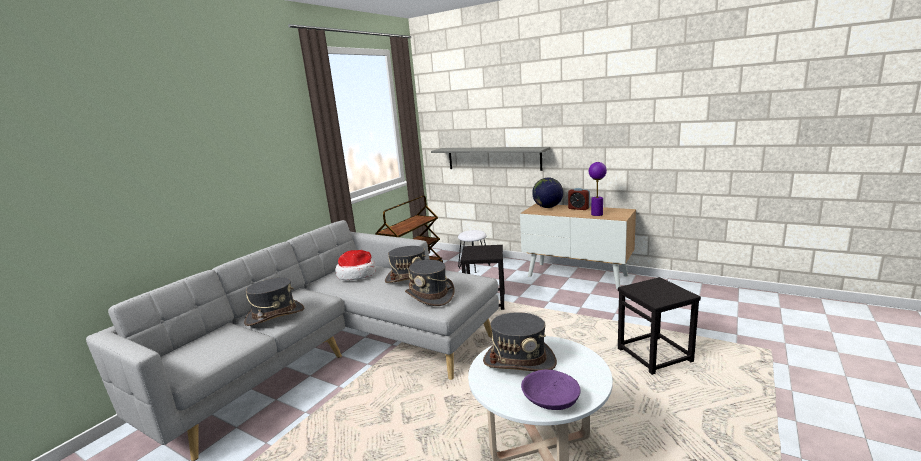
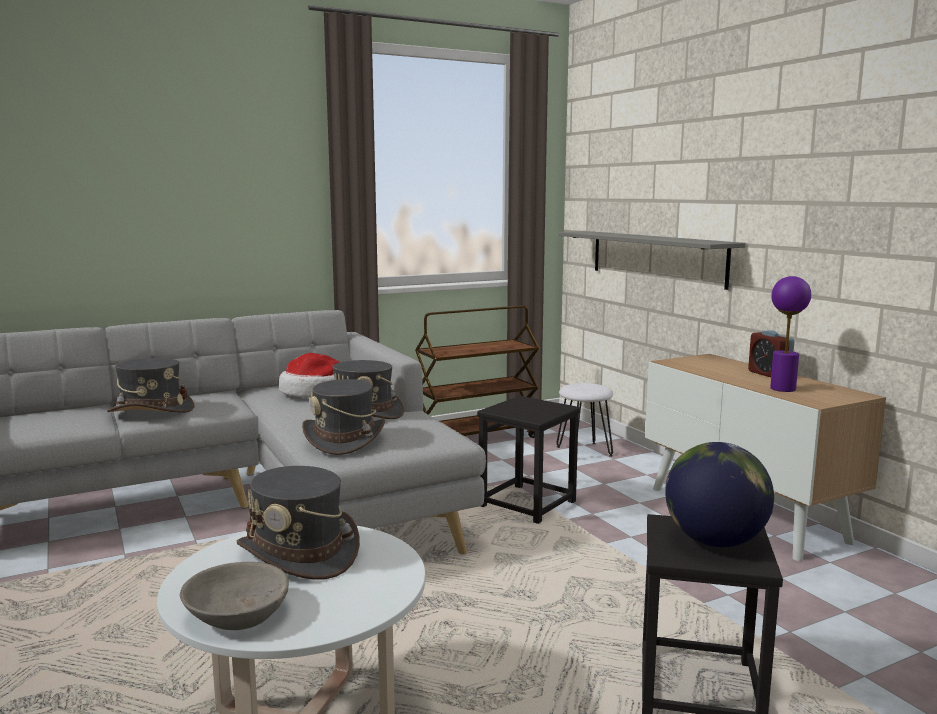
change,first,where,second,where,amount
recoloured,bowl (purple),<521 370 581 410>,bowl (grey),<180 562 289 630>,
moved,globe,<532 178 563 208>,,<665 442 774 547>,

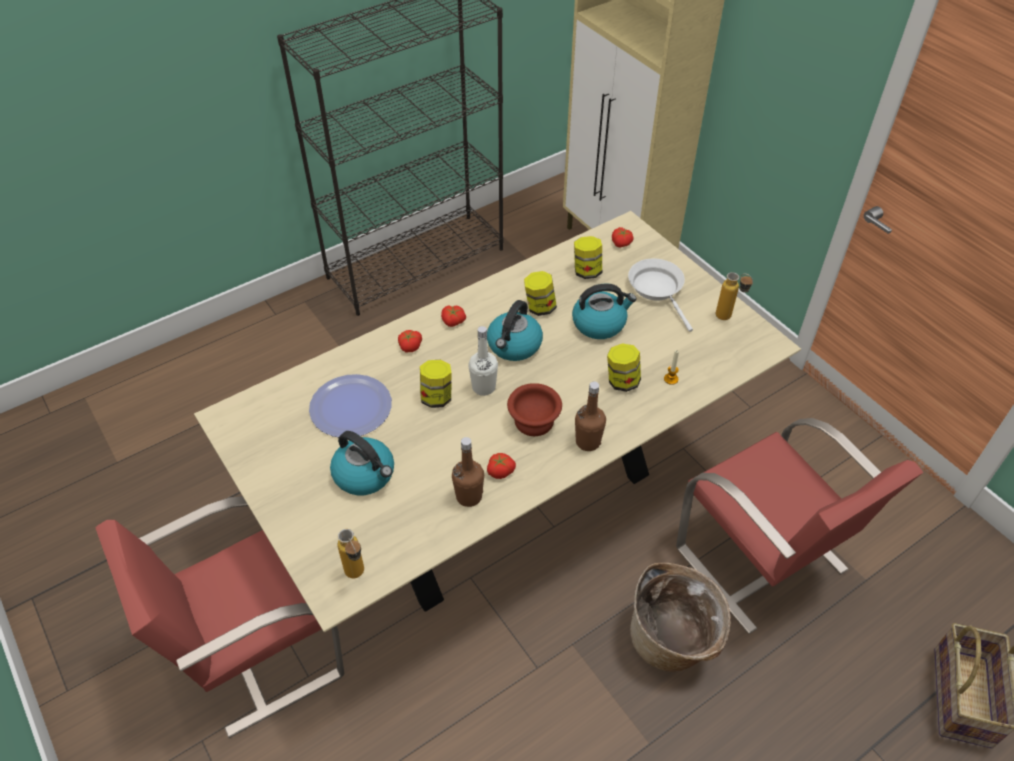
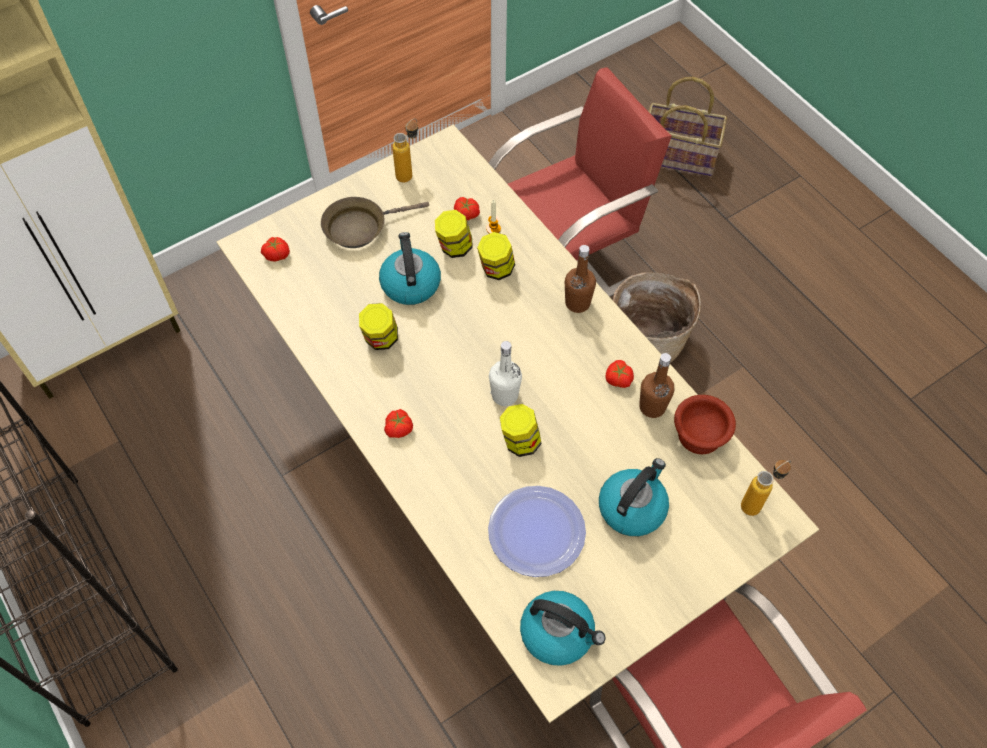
change,first,where,second,where,amount
recoloured,frying pan (white),<628 258 693 332>,frying pan (brown),<321 197 429 248>,
moved,jar,<574 236 602 279>,,<435 210 473 258>,
moved,tomato,<398 330 422 352>,,<454 197 480 220>,
moved,kettle,<487 300 543 361>,,<520 591 605 666>,
moved,bowl (brown),<507 383 562 436>,,<674 395 736 454>,

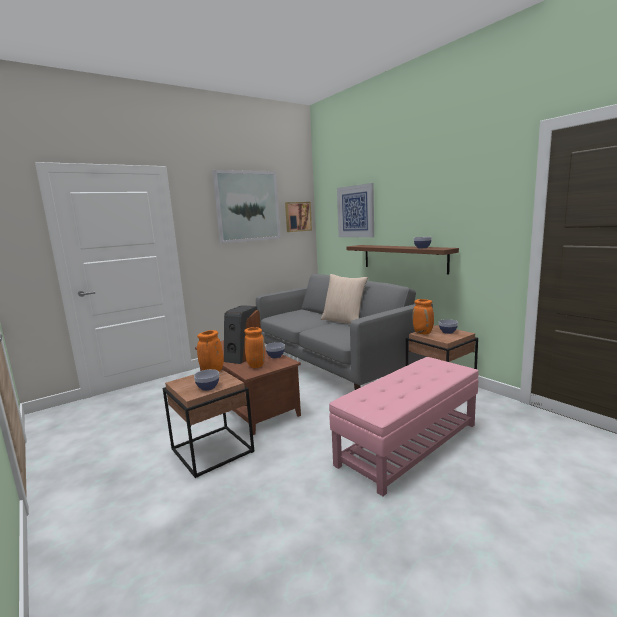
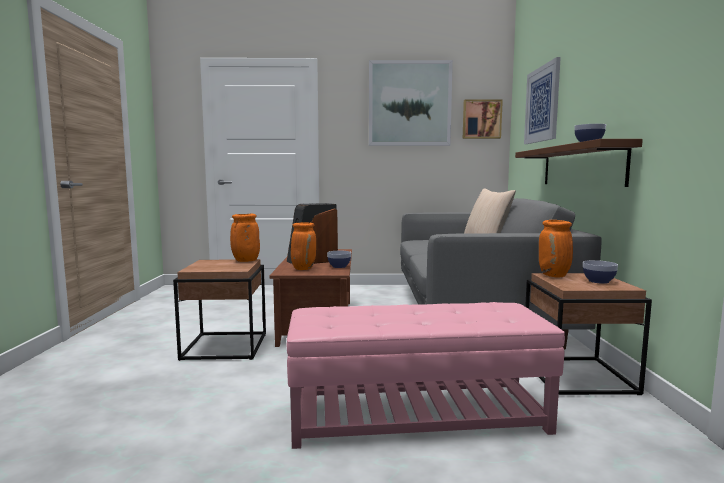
change,first,where,second,where,amount
removed,bowl,<194 369 219 391>,,,

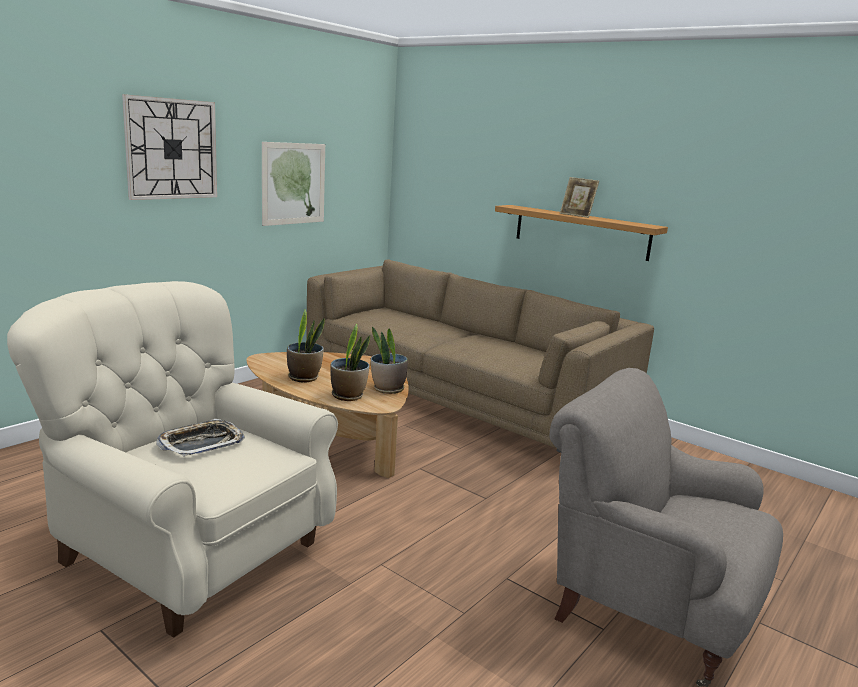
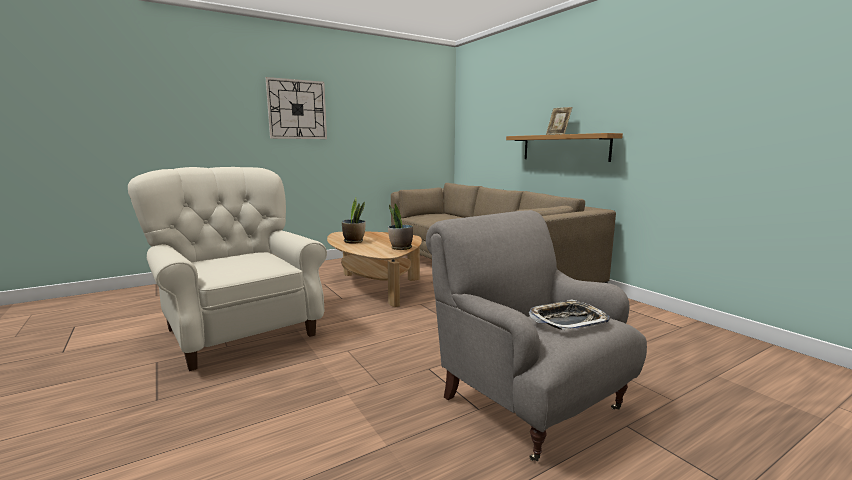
change,first,where,second,where,amount
moved,tray,<156 419 245 457>,,<529 299 610 331>,
removed,picture,<262 142 325 226>,,,
removed,potted plant,<330 324 370 401>,,,

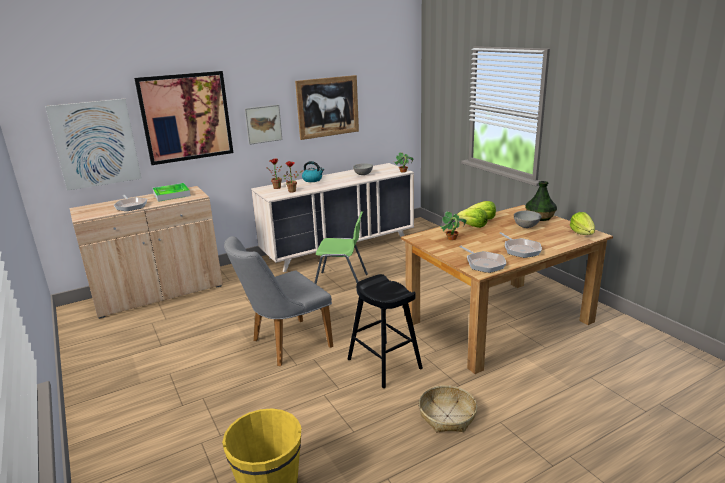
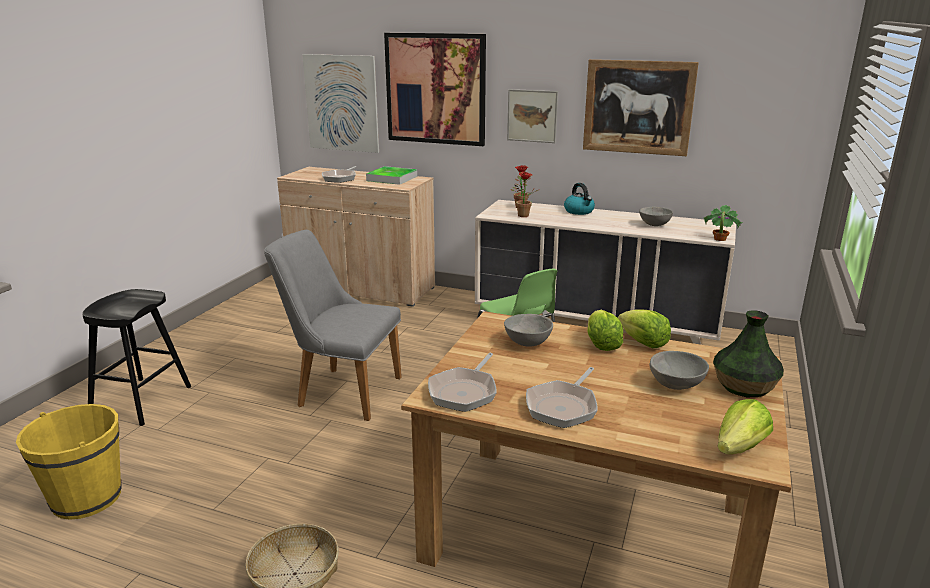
change,first,where,second,where,amount
moved,stool (black),<348 274 423 388>,,<82 289 191 426>,
replaced,potted plant,<439 211 467 240>,bowl (grey),<504 314 553 347>,

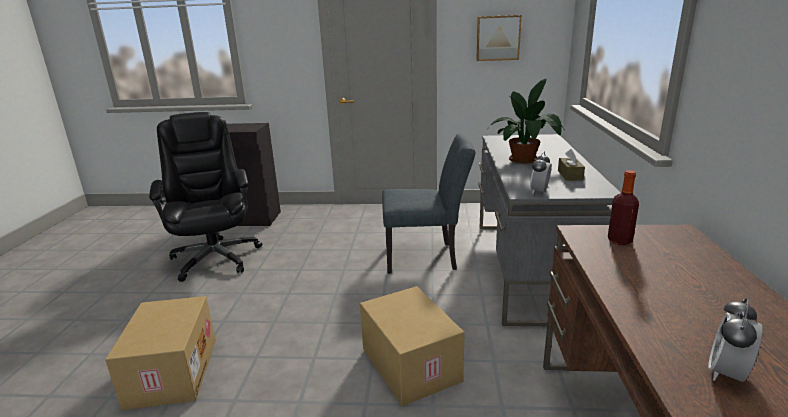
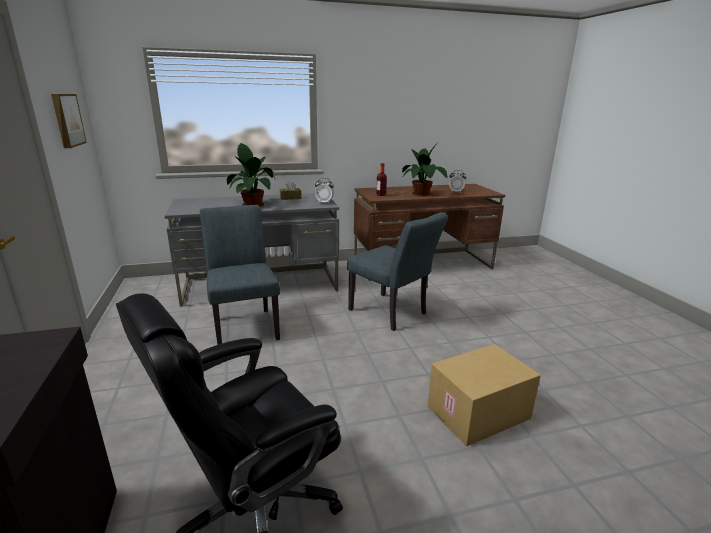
change,first,where,second,where,amount
replaced,cardboard box,<360 286 465 406>,chair (grey),<347 212 448 331>,
added,,,potted plant,<402 141 448 196>,

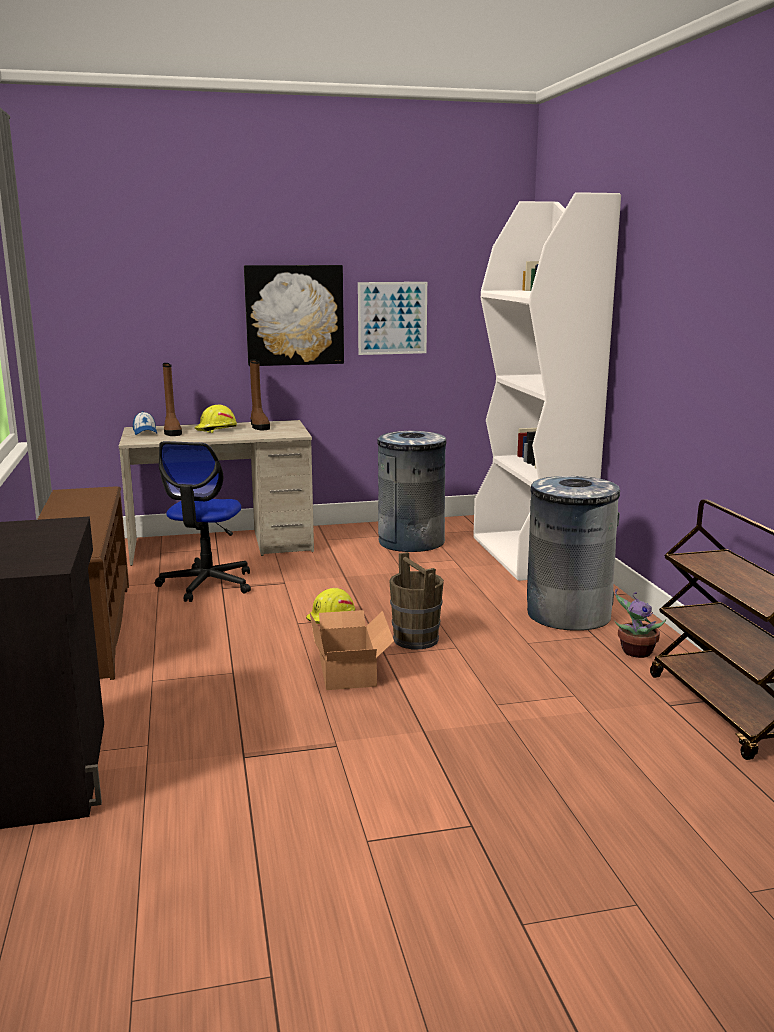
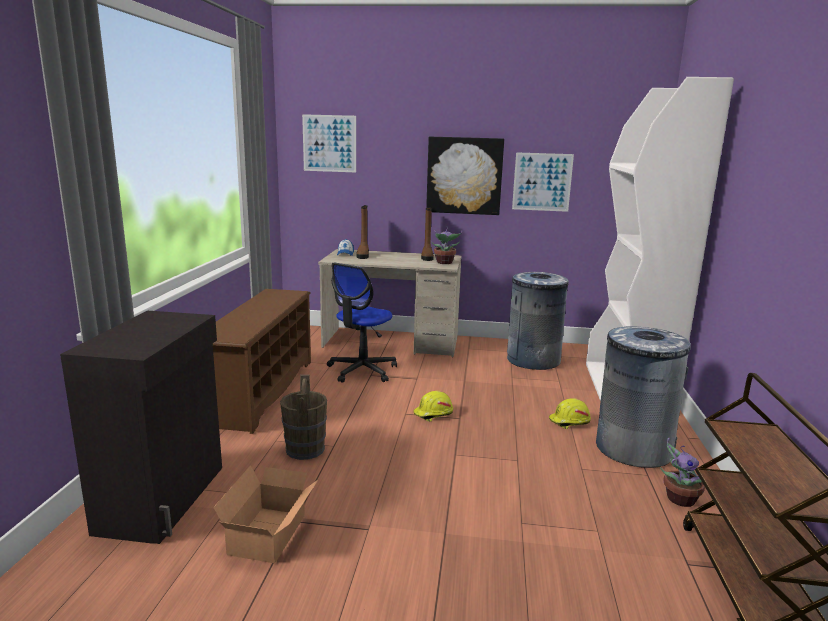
change,first,where,second,where,amount
moved,cardboard box,<309 610 394 690>,,<213 465 319 563>,
moved,bucket (brown),<389 552 444 649>,,<280 375 327 460>,
added,,,picture,<302 114 356 172>,
added,,,potted plant,<432 226 463 264>,
moved,hard hat (yellow),<194 405 237 433>,,<549 399 591 429>,

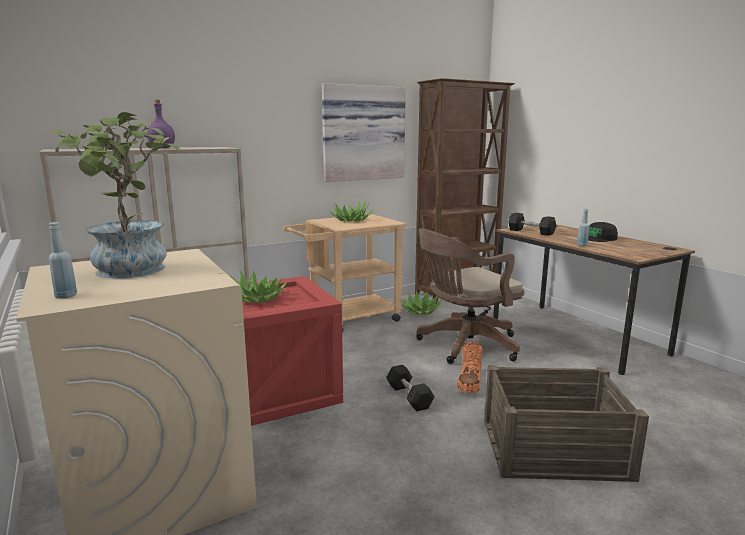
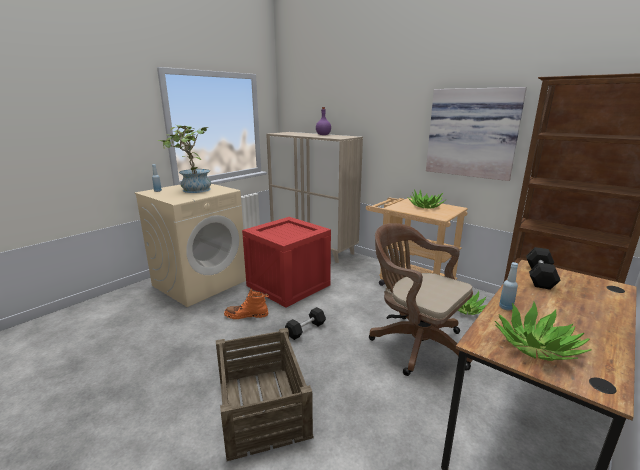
change,first,where,second,where,amount
moved,boot (orange),<457 341 484 393>,,<224 288 269 319>,
moved,potted plant,<231 270 288 303>,,<495 302 592 361>,
removed,cap (black),<588 222 618 242>,,,

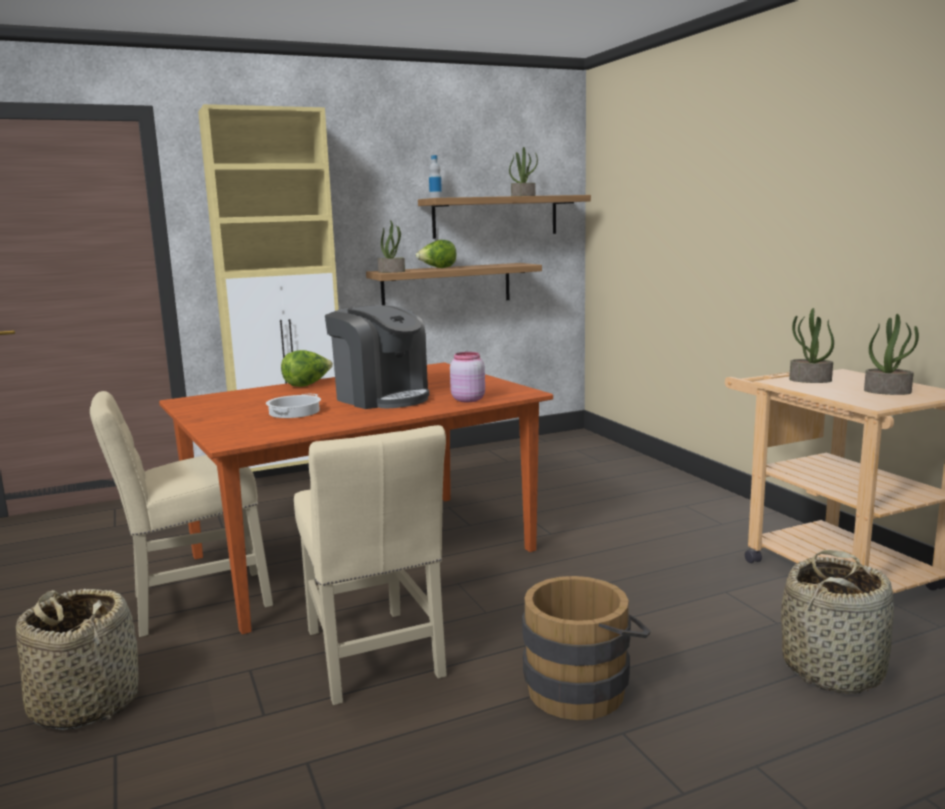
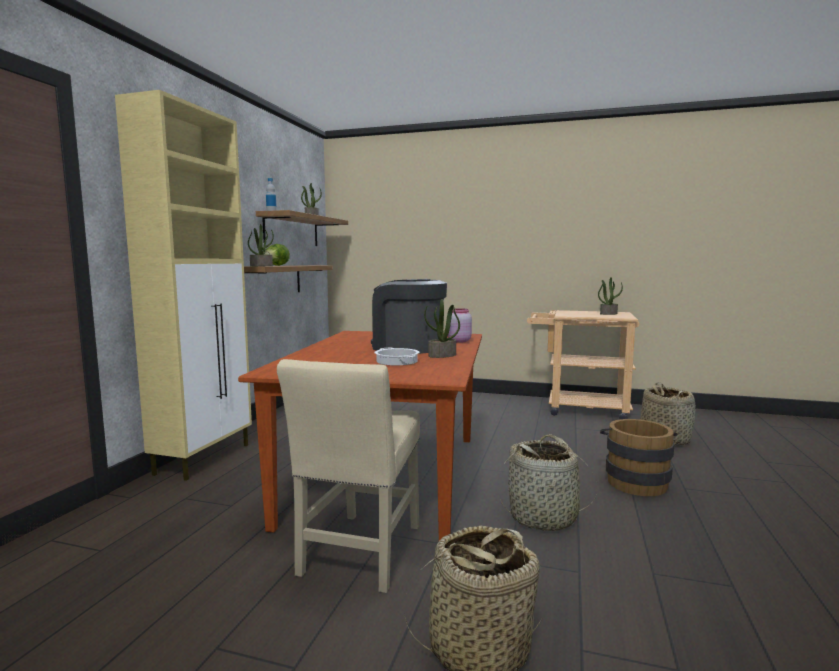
change,first,where,second,where,amount
turned,coffee machine,<325 305 429 409>,,<371 279 447 354>,135 degrees counterclockwise
moved,potted plant,<789 308 834 383>,,<424 299 460 358>,
replaced,chair (beige),<294 425 447 705>,basket,<500 434 597 531>,
removed,lettuce,<281 350 333 387>,,,

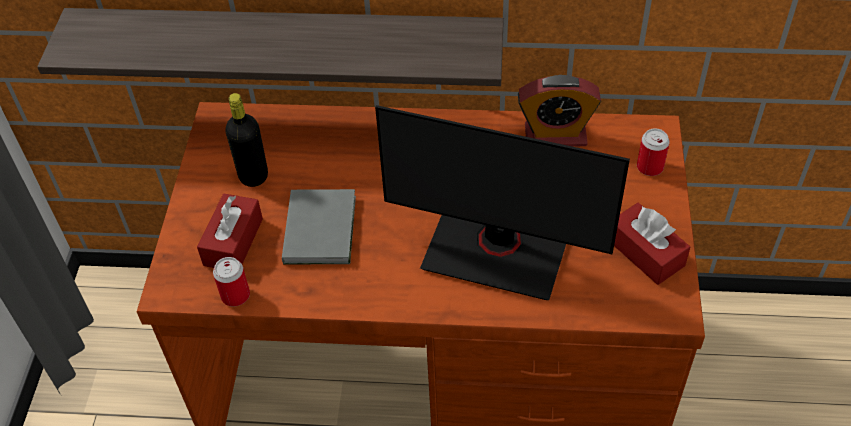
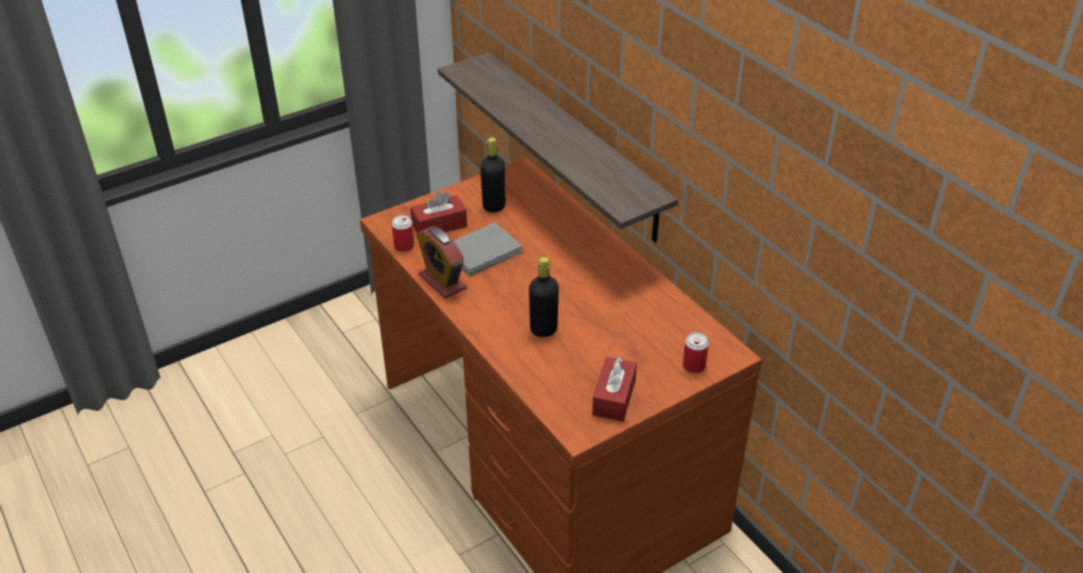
change,first,where,second,where,amount
moved,alarm clock,<518 75 601 147>,,<416 226 467 299>,
replaced,monitor,<375 105 630 300>,bottle (black),<529 257 559 337>,

